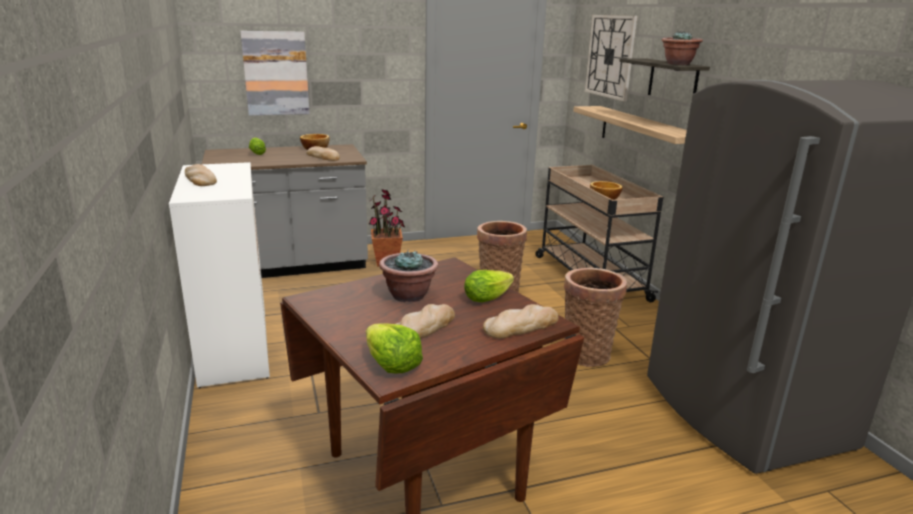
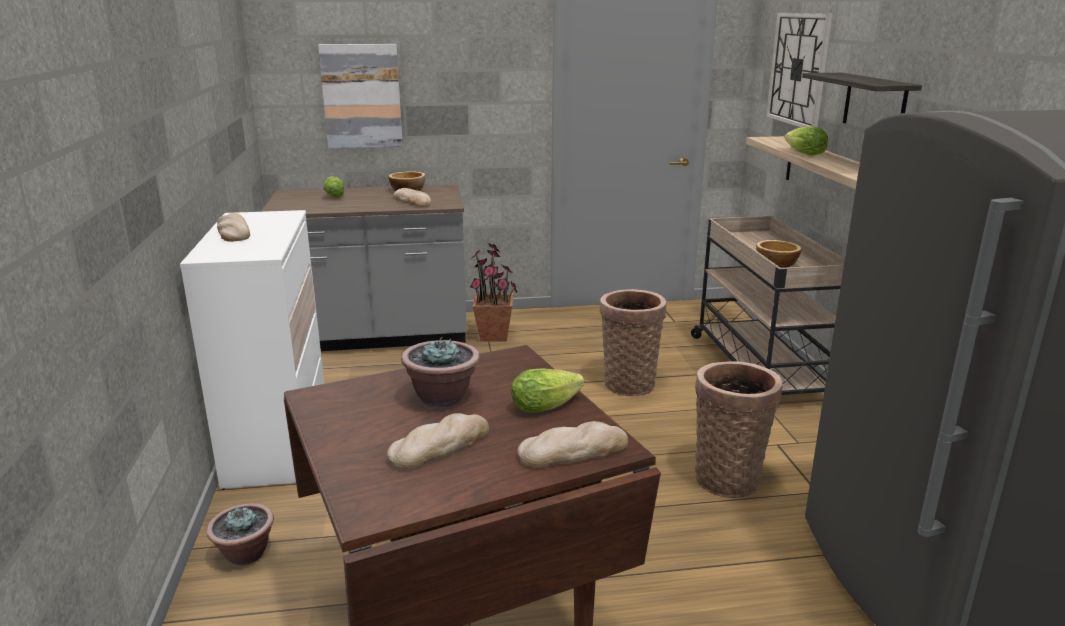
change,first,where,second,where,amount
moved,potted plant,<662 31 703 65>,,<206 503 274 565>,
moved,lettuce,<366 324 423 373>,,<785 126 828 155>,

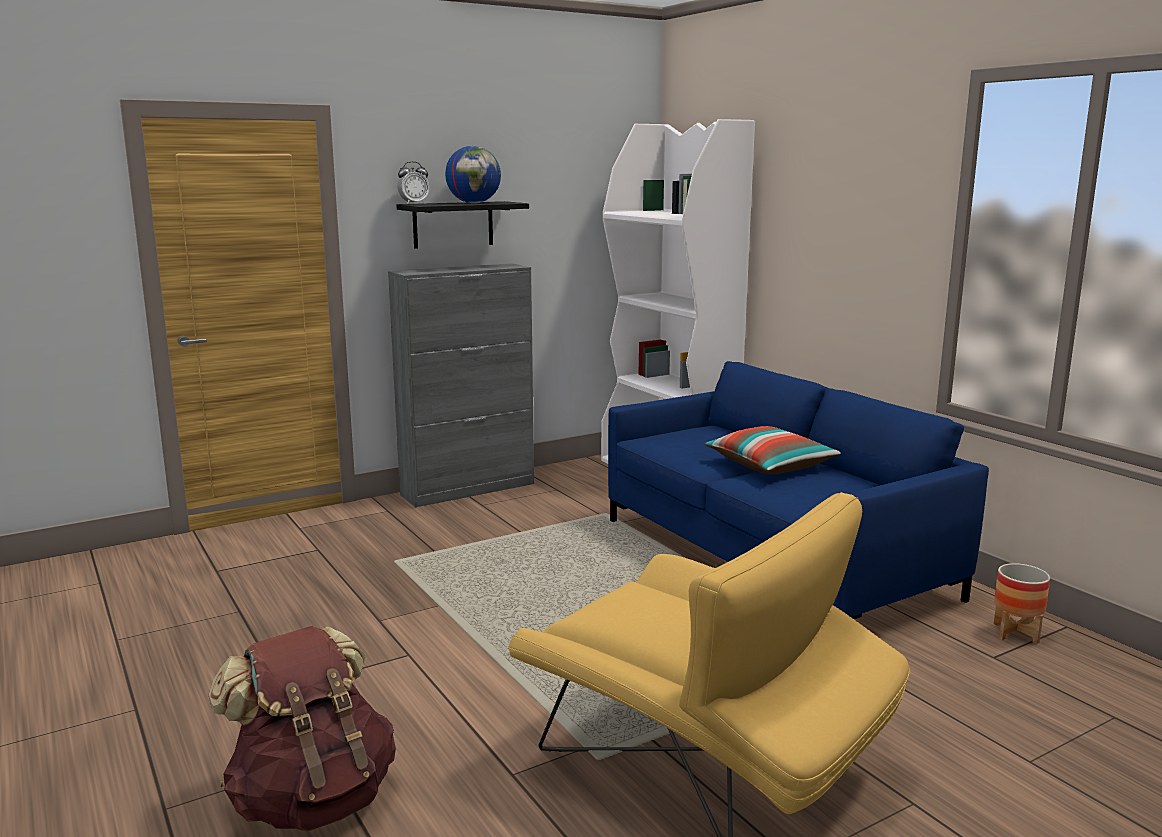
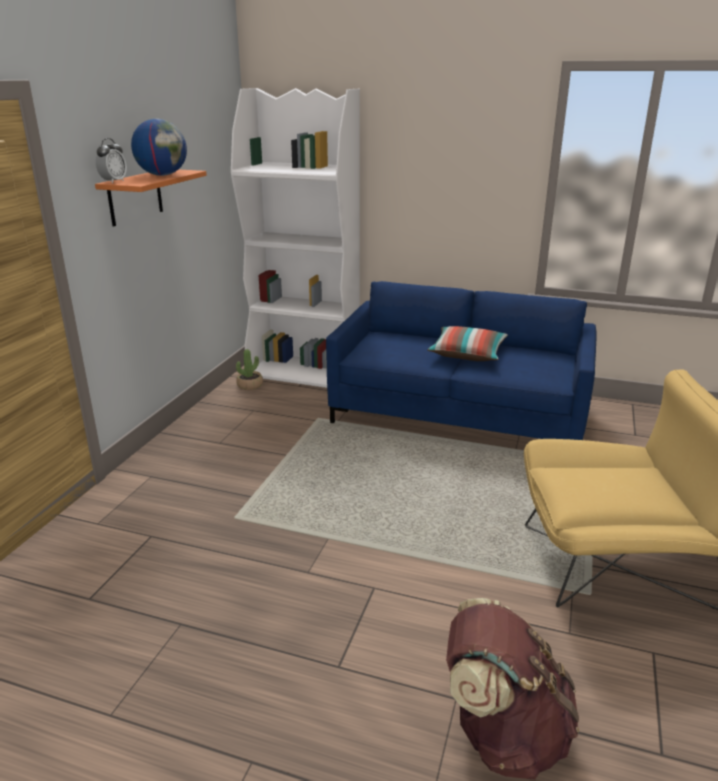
change,first,where,second,where,amount
recoloured,shelf (black),<396 201 529 249>,shelf (orange),<95 170 207 226>,
added,,,potted plant,<236 349 263 390>,
removed,cabinet (grey),<388 263 534 507>,,,
removed,planter,<994 563 1050 644>,,,

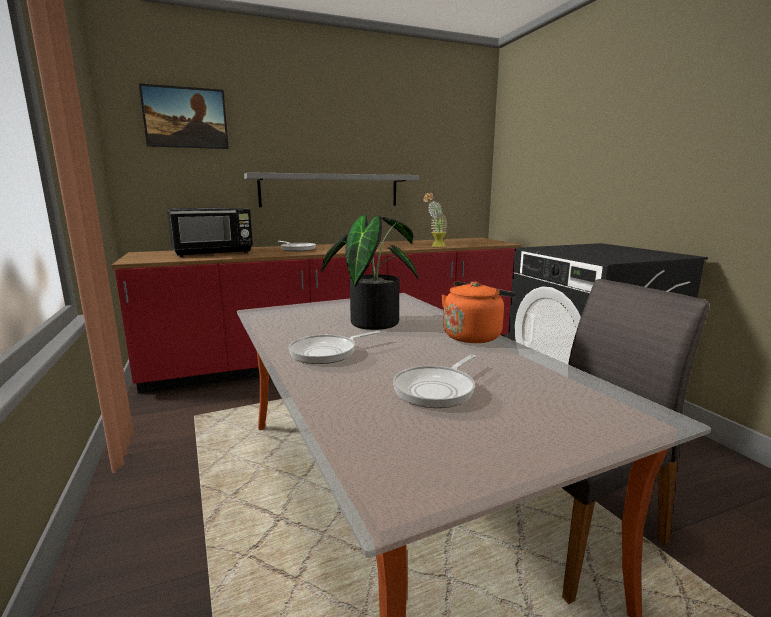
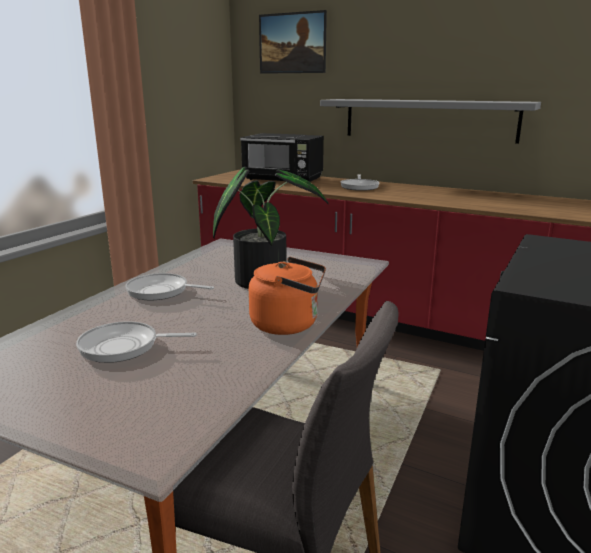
change,first,where,second,where,amount
removed,potted plant,<423 193 448 247>,,,

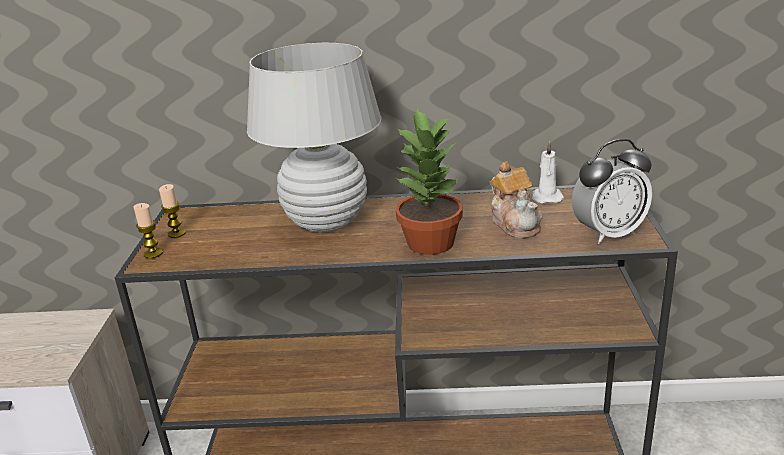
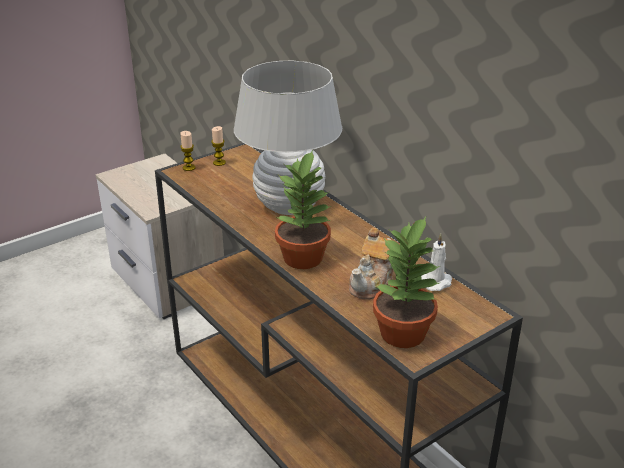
change,first,where,second,where,amount
replaced,alarm clock,<572 139 652 244>,potted plant,<373 217 440 348>,

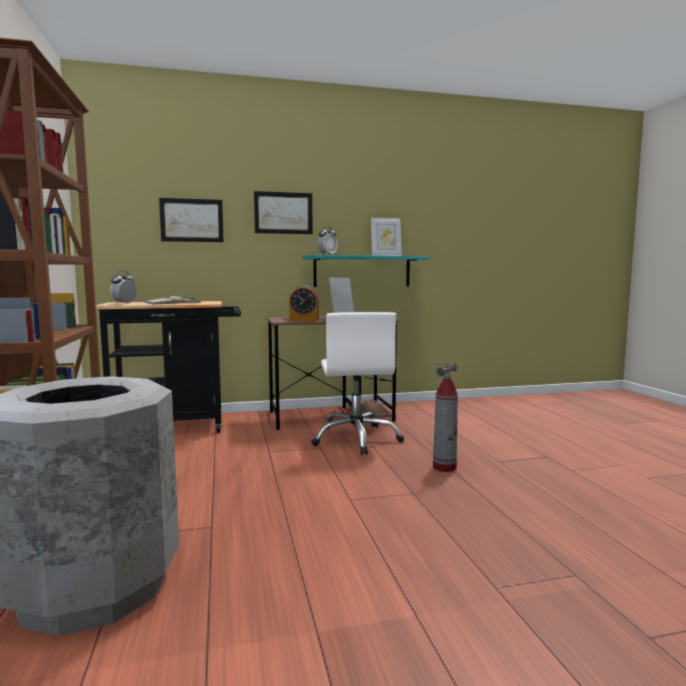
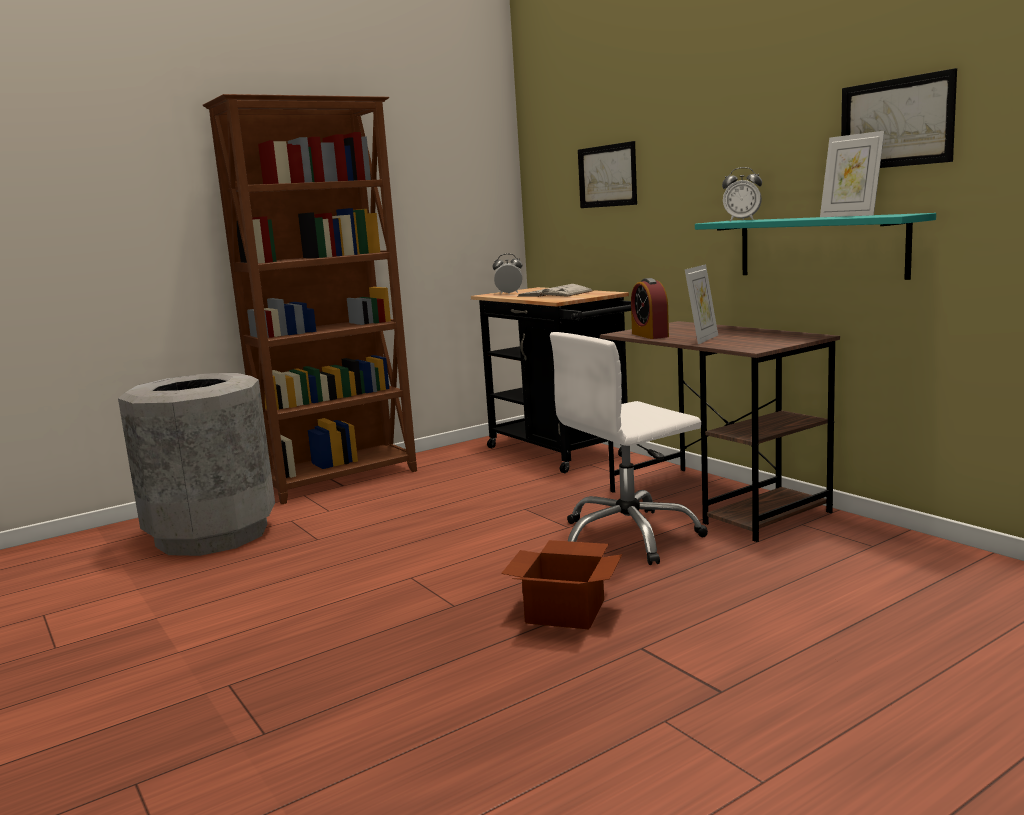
change,first,where,second,where,amount
replaced,fire extinguisher,<433 363 458 472>,cardboard box,<501 540 623 629>,
moved,picture,<254 191 313 234>,,<841 68 957 168>,

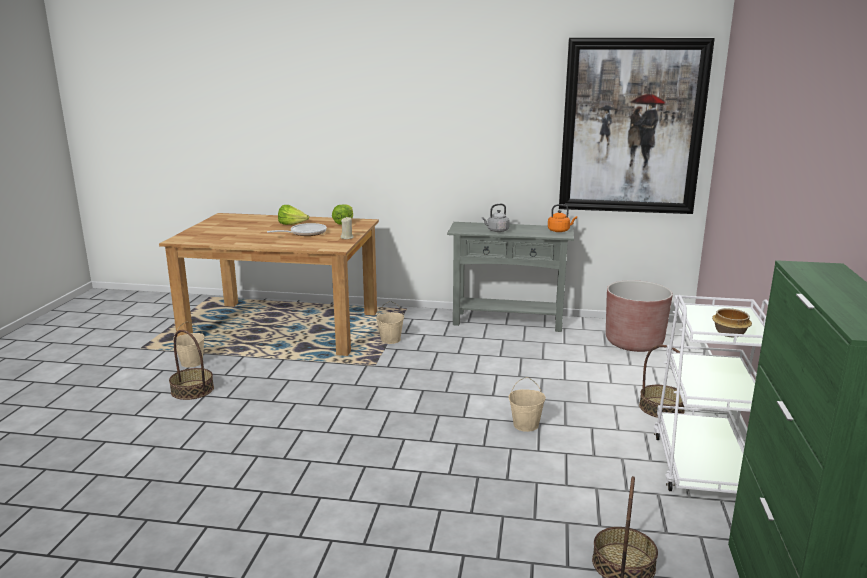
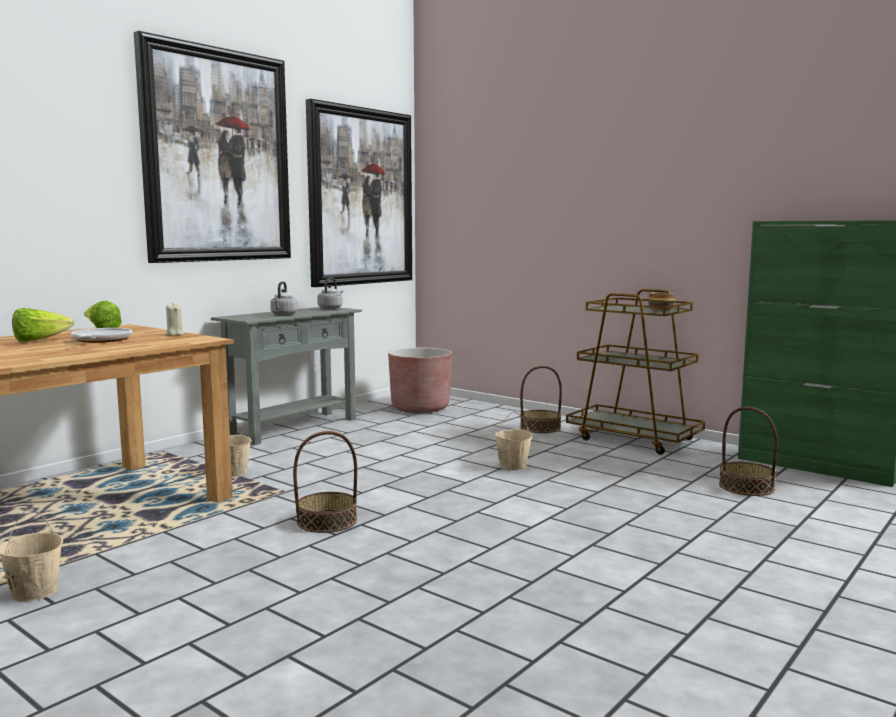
change,first,where,second,where,amount
added,,,picture,<134 31 291 263>,
moved,basket,<169 330 214 400>,,<293 431 357 533>,
recoloured,kettle (orange),<548 204 577 232>,kettle (grey),<317 278 343 309>,
recoloured,cart (white),<654 295 769 494>,cart (brown),<566 289 705 455>,

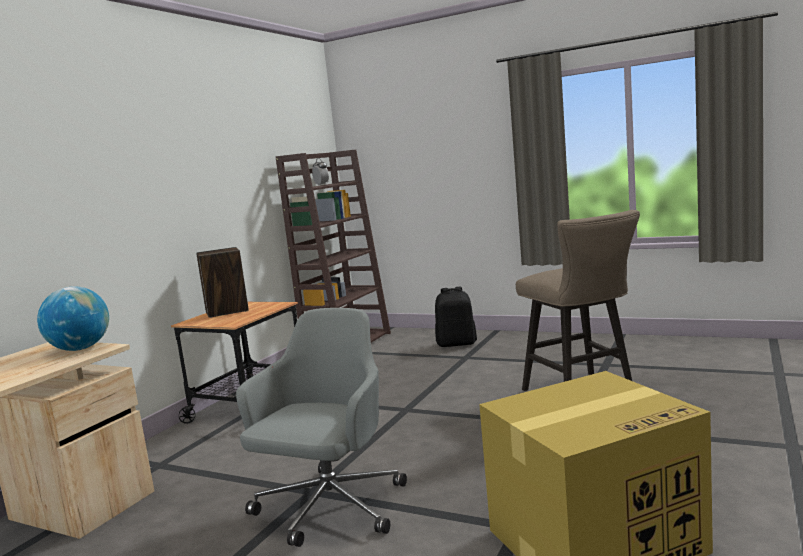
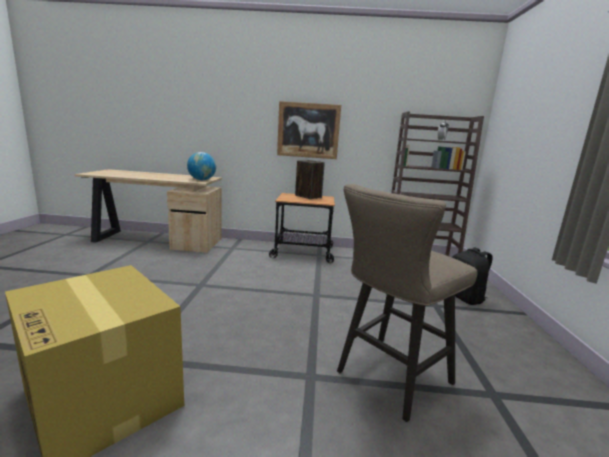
change,first,where,second,where,amount
added,,,picture,<277 101 341 159>,
removed,office chair (grey),<236 308 407 547>,,,

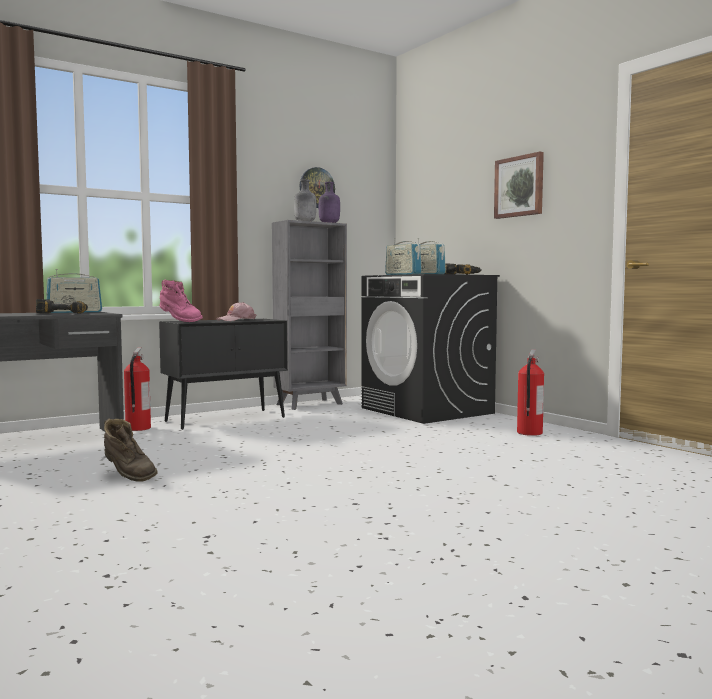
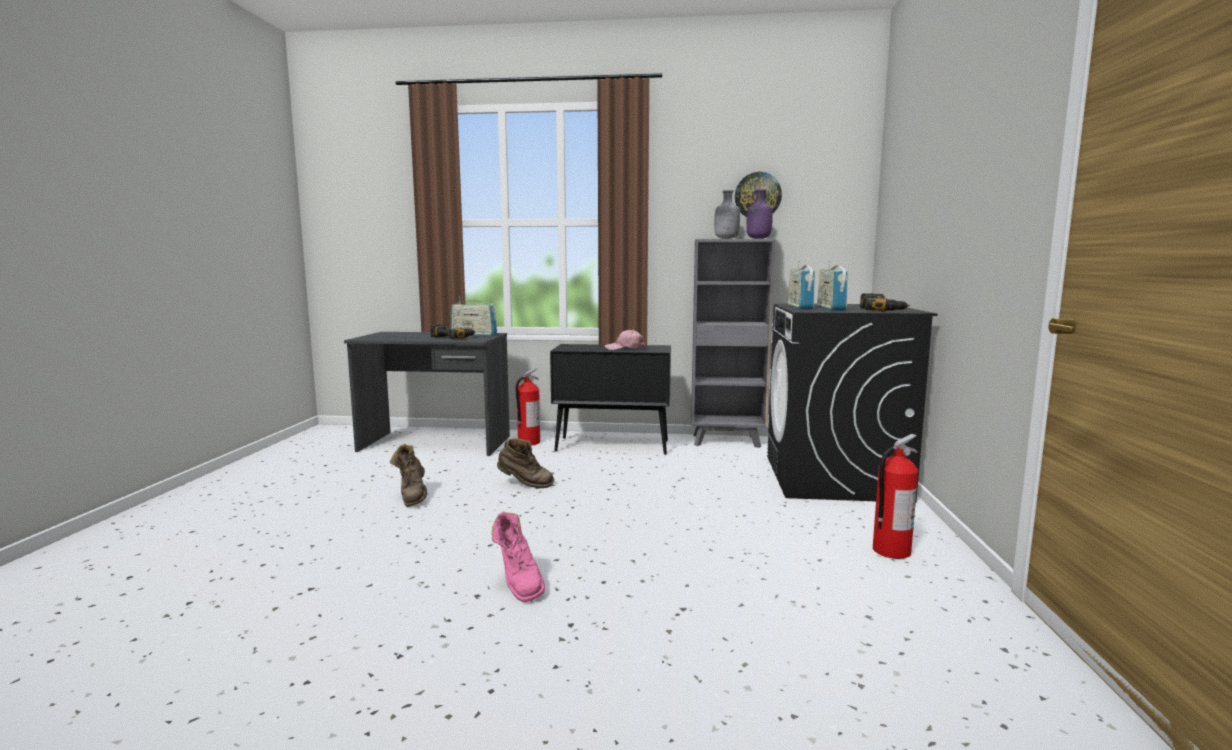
change,first,where,second,where,amount
moved,boot (pink),<159 280 203 322>,,<492 511 545 602>,
added,,,boot (brown),<497 438 554 488>,
removed,picture,<494 151 544 219>,,,

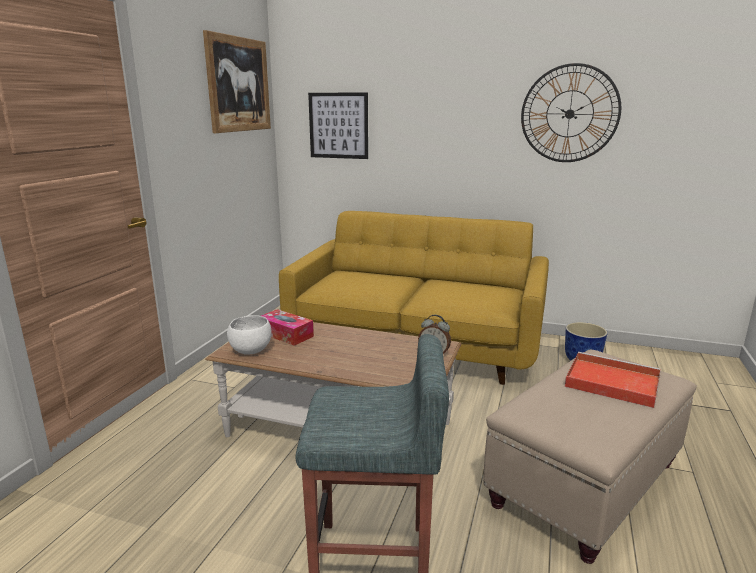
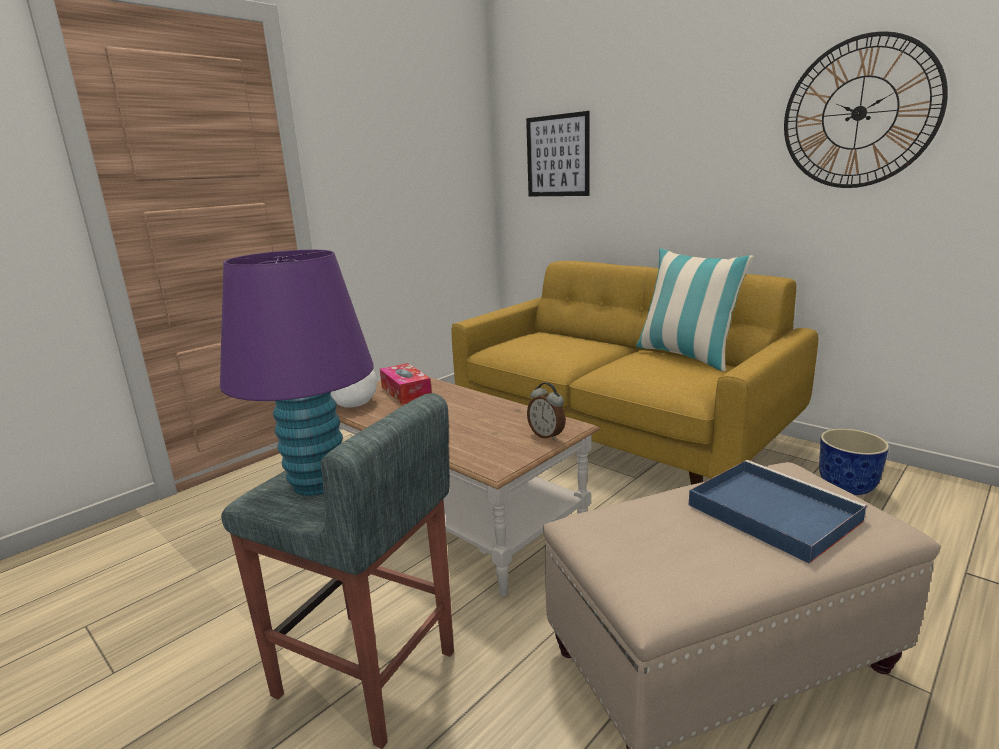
change,first,where,second,where,amount
added,,,table lamp (purple),<220 250 374 496>,
added,,,pillow,<636 248 754 371>,
recoloured,tray (red),<565 352 661 408>,tray (blue),<689 460 867 564>,
removed,picture,<203 30 271 133>,,,

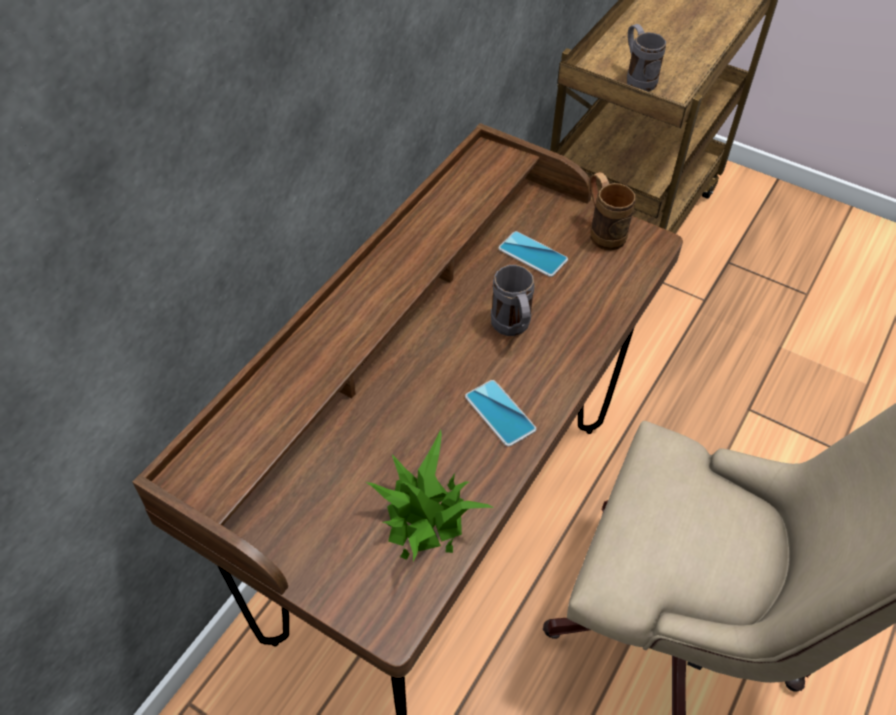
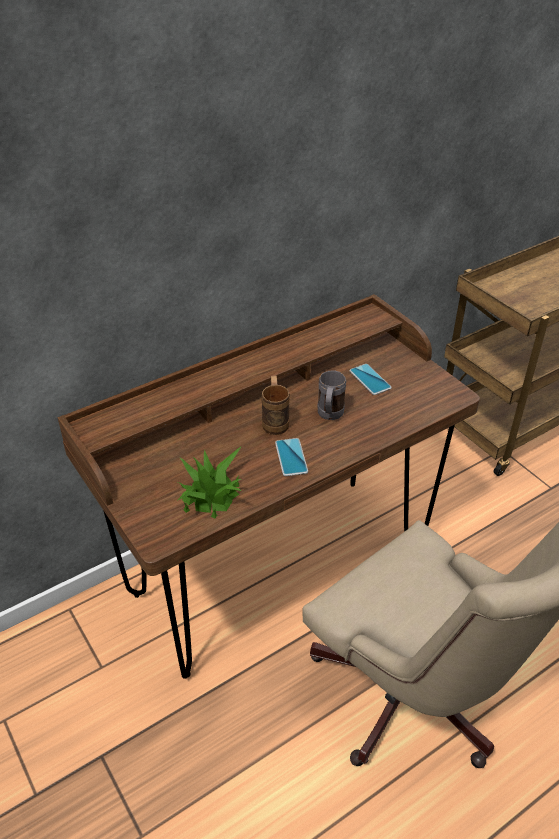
change,first,where,second,where,amount
moved,mug (brown),<590 172 636 251>,,<262 376 290 435>,
removed,mug (grey),<627 24 666 91>,,,

